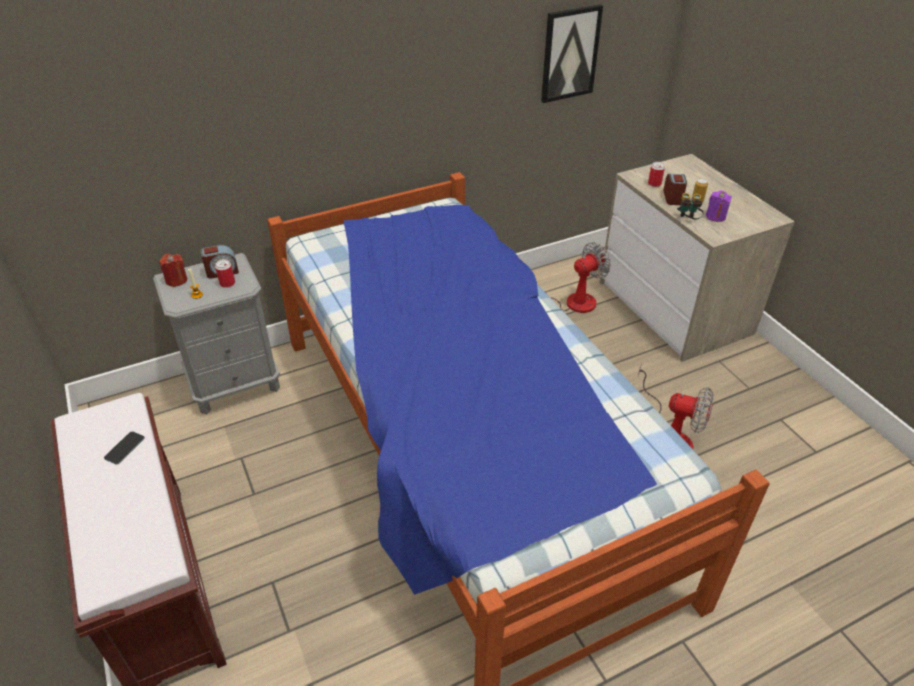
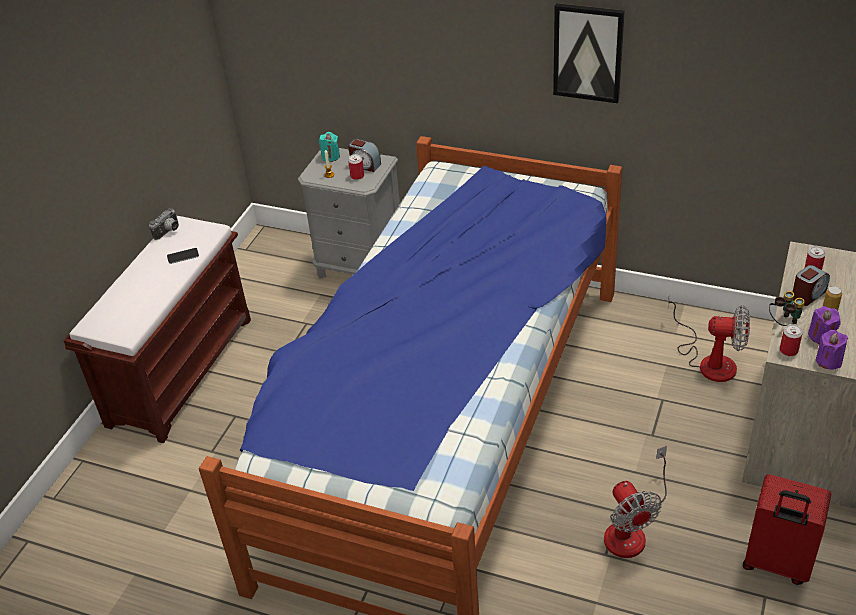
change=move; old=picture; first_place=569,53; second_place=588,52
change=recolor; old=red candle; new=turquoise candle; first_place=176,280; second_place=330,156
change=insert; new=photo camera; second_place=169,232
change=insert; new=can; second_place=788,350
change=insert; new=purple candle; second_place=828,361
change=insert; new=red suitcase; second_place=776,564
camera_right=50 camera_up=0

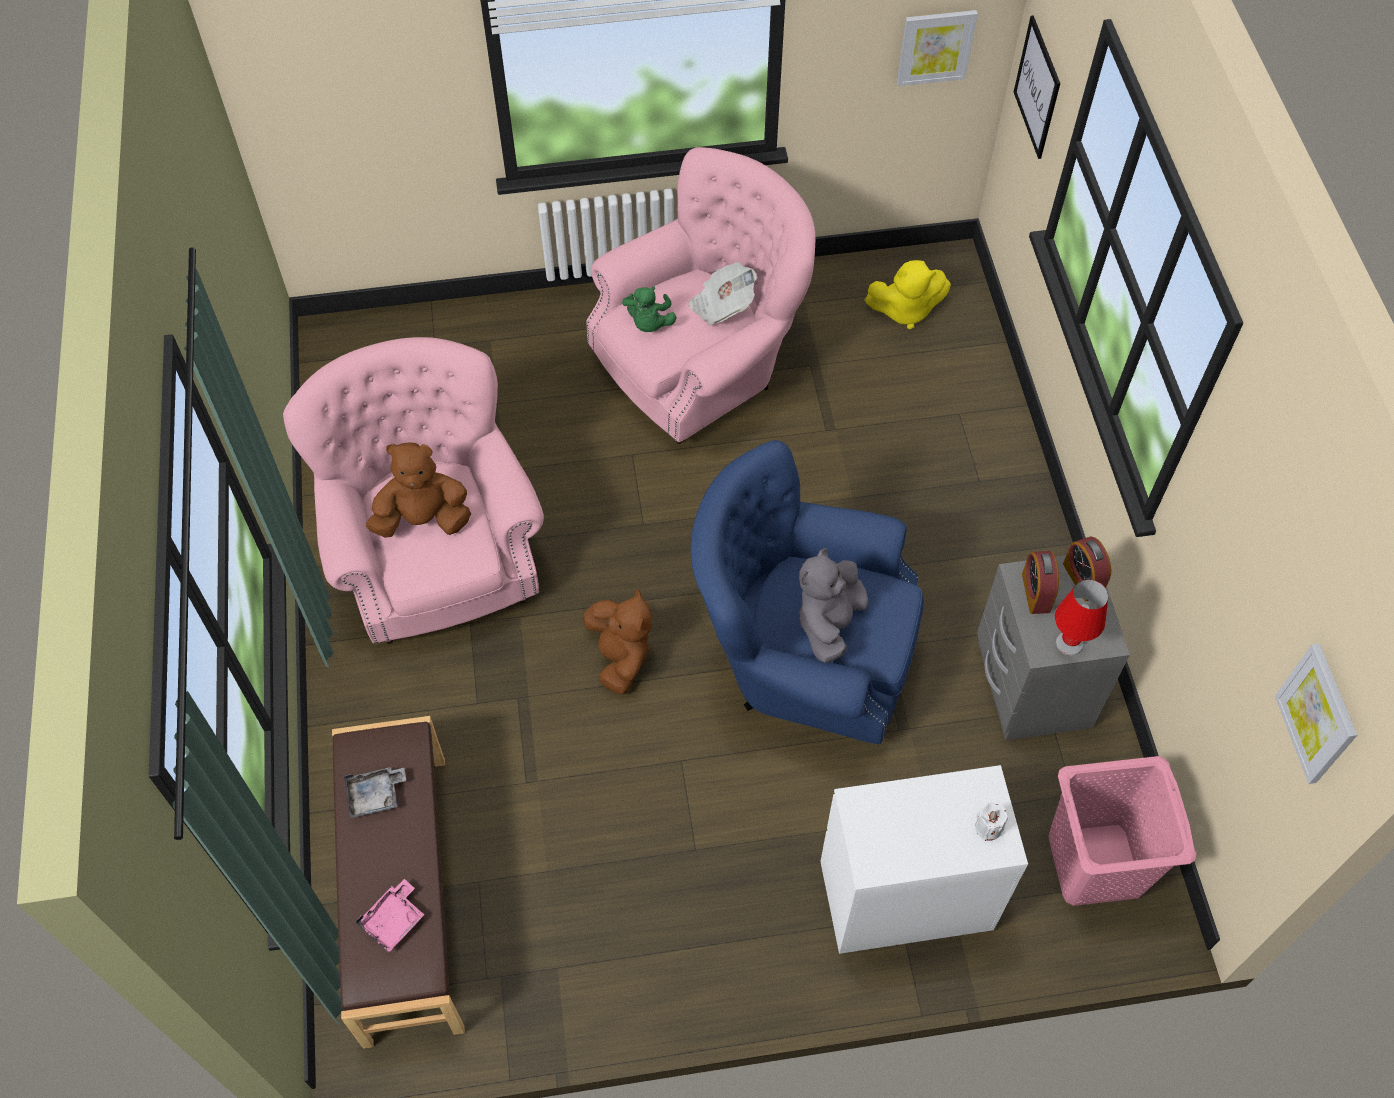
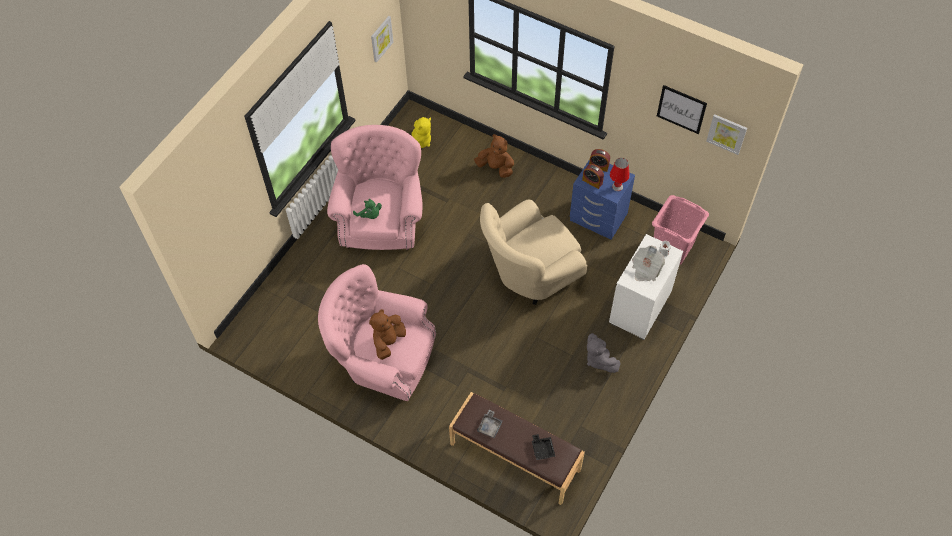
change=move; old=picture; first_place=1037,87; second_place=681,109
change=move; old=newspaper; first_place=722,305; second_place=645,269
change=recolor; old=blue armchair; new=beige armchair; first_place=803,657; second_place=530,273
change=move; old=grey plush toy; first_place=829,623; second_place=599,359
change=recolor; old=grey nightstand; new=blue nightstand; first_place=1031,684; second_place=598,218
change=move; old=brown plush toy; first_place=620,656; second_place=495,167
change=recolor; old=pink tray; new=black tray; first_place=394,920; second_place=542,449
camera_right=-50 camera_up=0

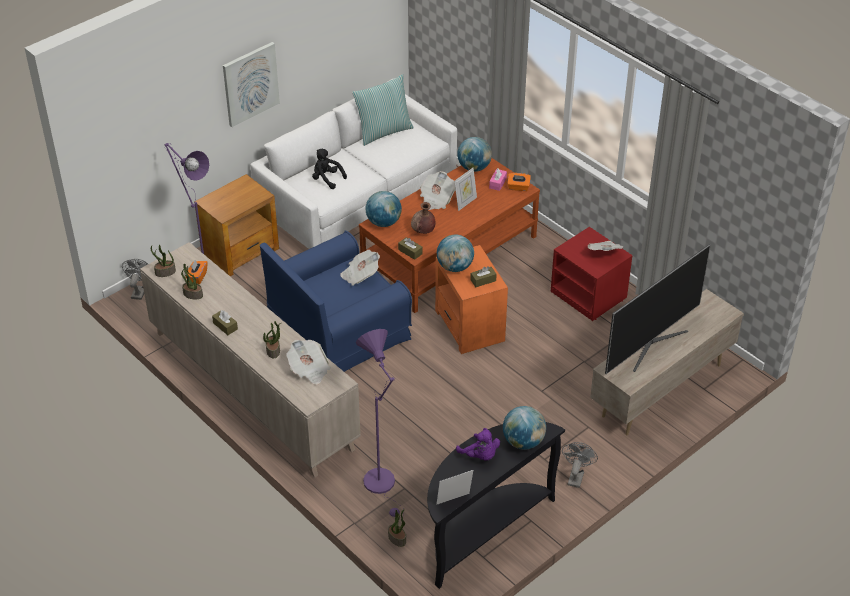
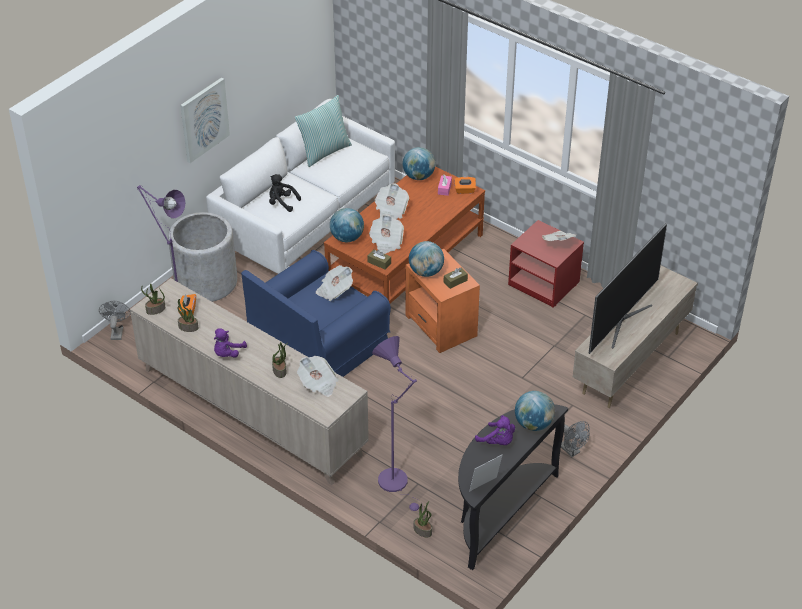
change=delete; old=picture frame; first_place=465,202
change=replace; old=brown side table; new=grey planter; first_place=241,251; second_place=206,282
change=replace; old=brown vase; new=newspaper; first_place=423,231; second_place=386,242
change=replace; old=brown tissue box; new=purple plush toy; first_place=225,326; second_place=227,353
change=rotate; old=grey fan; first_place=576,476; second_place=572,451; degrees=135
camera_right=-10 camera_up=0

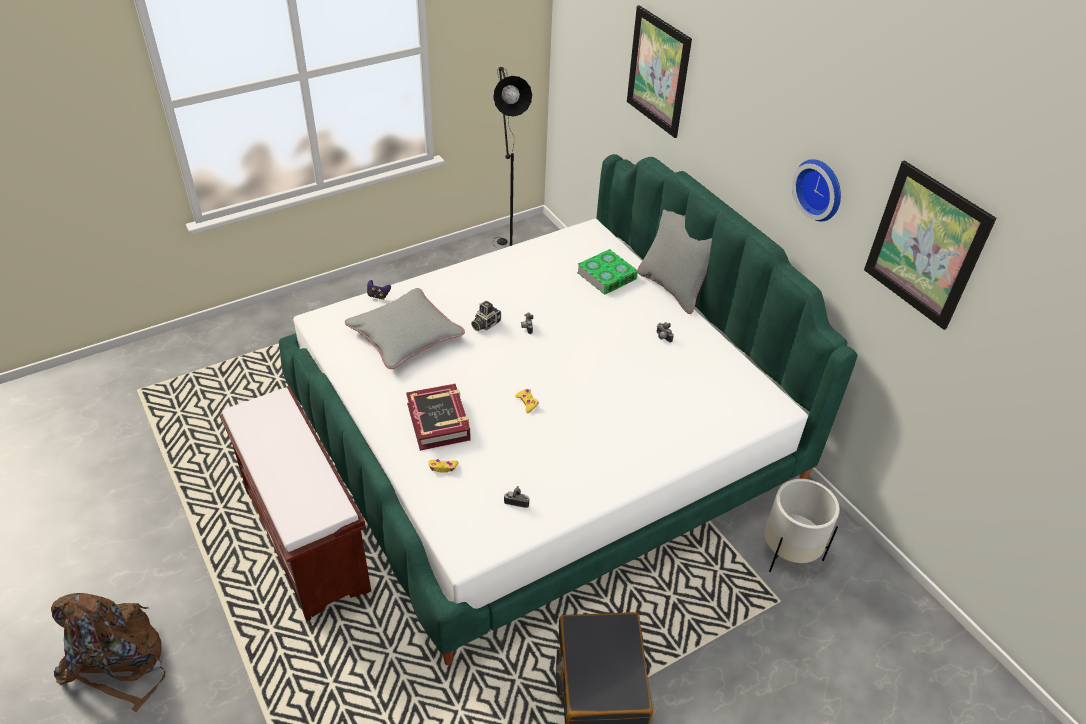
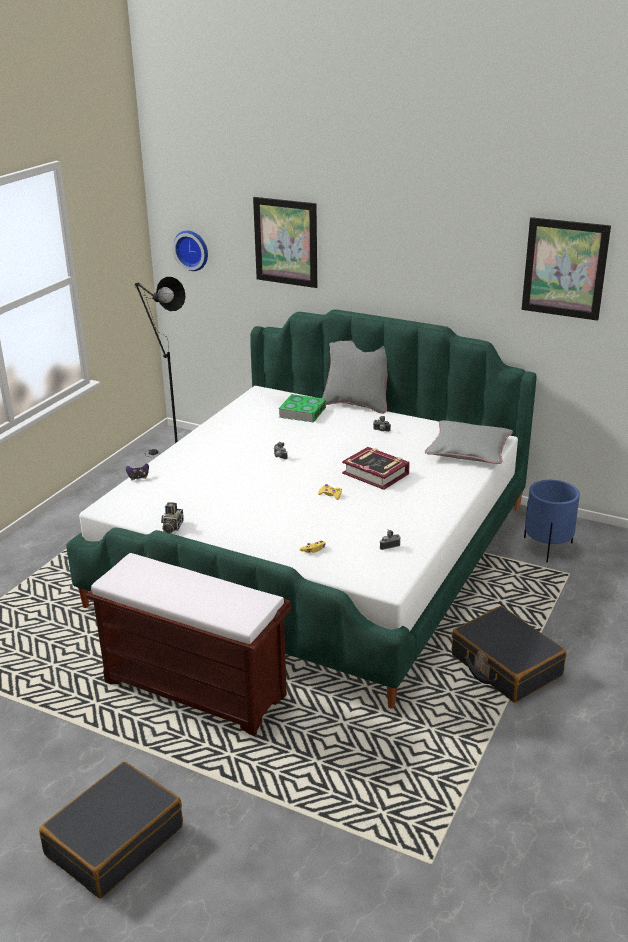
change=move; old=wall clock; first_place=820,189; second_place=192,250
change=move; old=grey pillow; first_place=405,335; second_place=468,450
change=move; old=photo camera; first_place=485,324; second_place=171,527
change=move; old=book; first_place=439,422; second_place=376,473
change=recolor; old=white planter; new=blue planter; first_place=789,552; second_place=547,547
change=replace; old=brown backpack; new=black suitcase; first_place=118,660; second_place=114,840
camera_right=-30 camera_up=-15

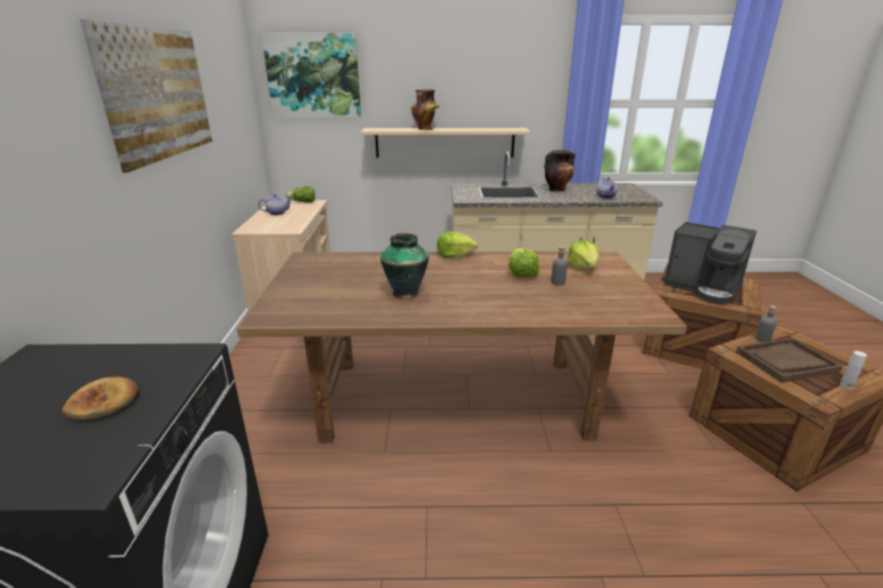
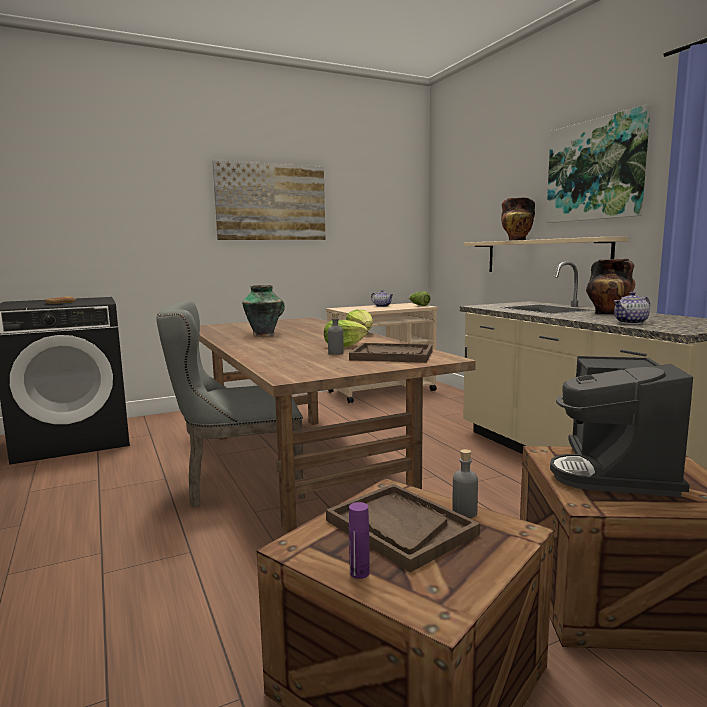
change=move; old=picture; first_place=313,76; second_place=595,170
change=replace; old=lettuce; new=brown tray; first_place=583,267; second_place=392,355
change=recolor; old=white bottle; new=purple bottle; first_place=846,386; second_place=359,573
change=insert; new=grey chair; second_place=236,485
camera_right=65 camera_up=-15

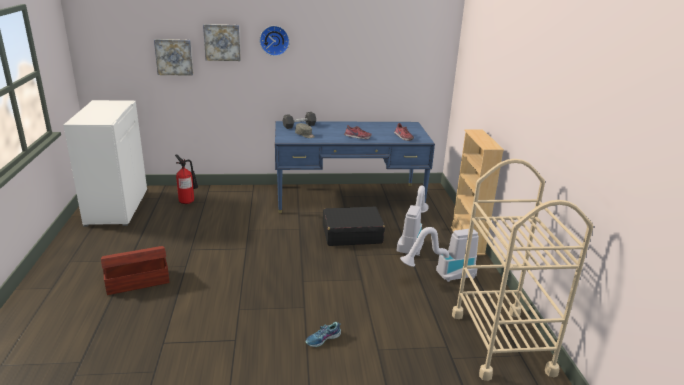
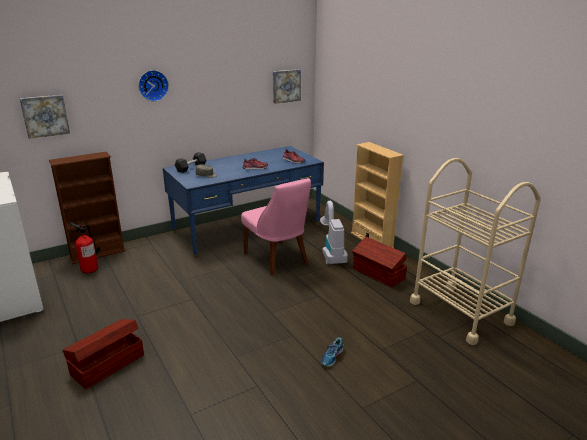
change=move; old=picture; first_place=222,42; second_place=286,86
change=replace; old=black suitcase; new=pink chair; first_place=351,234; second_place=277,259
change=replace; old=vacuum cleaner; new=brown storage box; first_place=442,276; second_place=378,274
change=insert; new=brown bookcase; second_place=97,254
camera_right=-25 camera_up=0

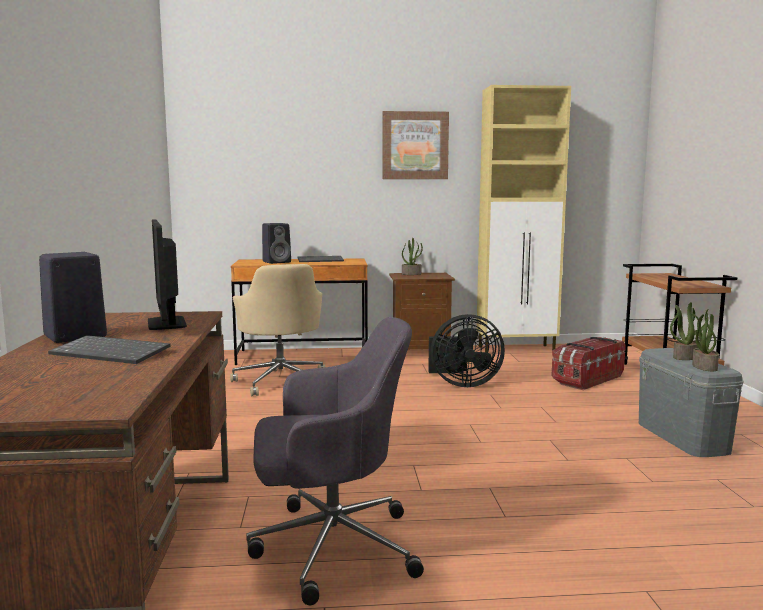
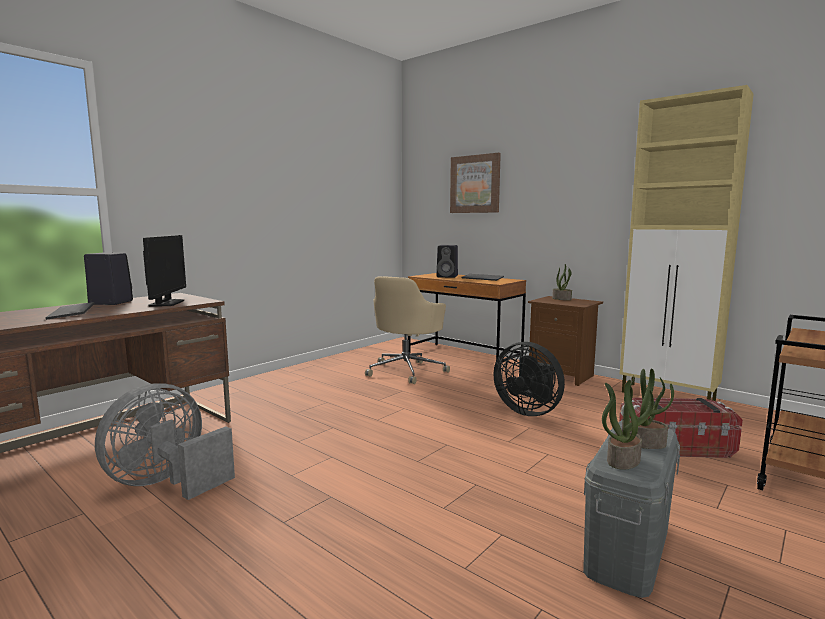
change=move; old=picture; first_place=415,145; second_place=475,184
change=rotate; old=monitor; first_place=167,323; second_place=166,303; degrees=150
change=replace; old=grey office chair; new=grey fan; first_place=330,547; second_place=167,483
camera_right=45 camera_up=0

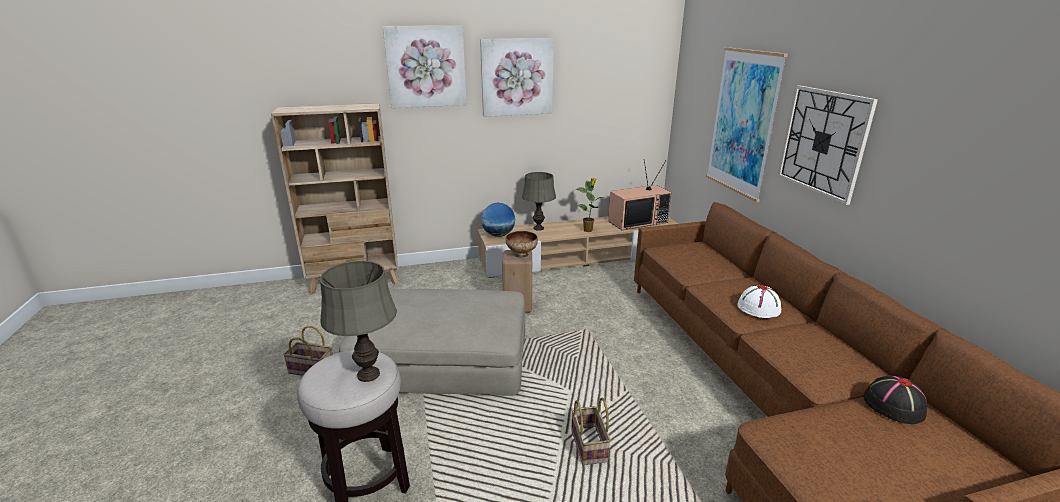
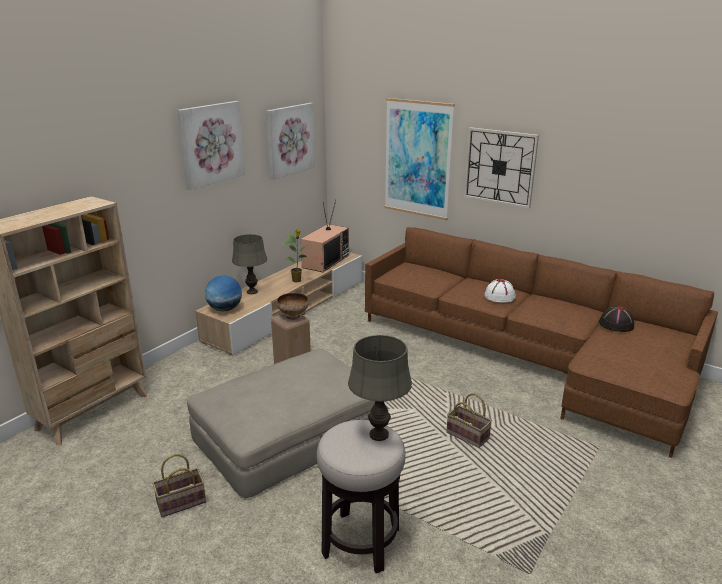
change=move; old=picture; first_place=426,66; second_place=290,140
camera_right=-40 camera_up=0

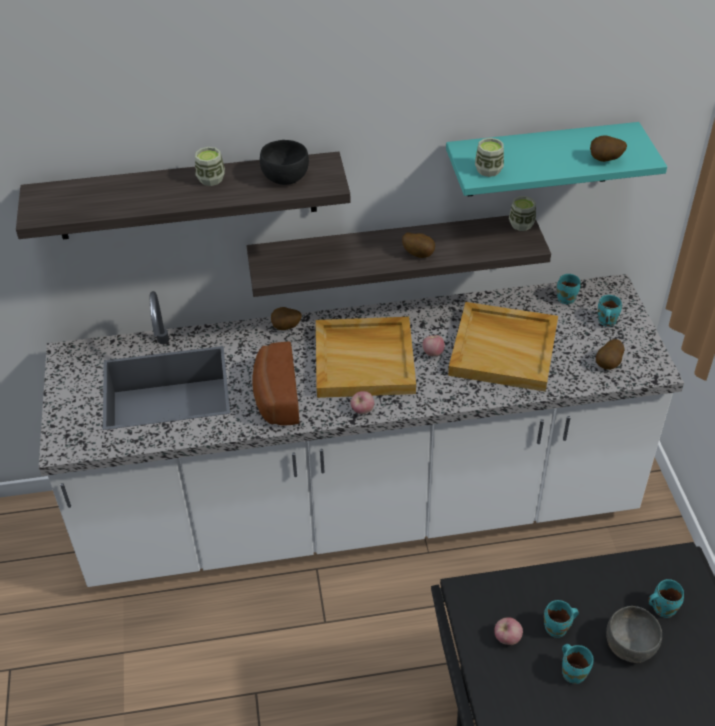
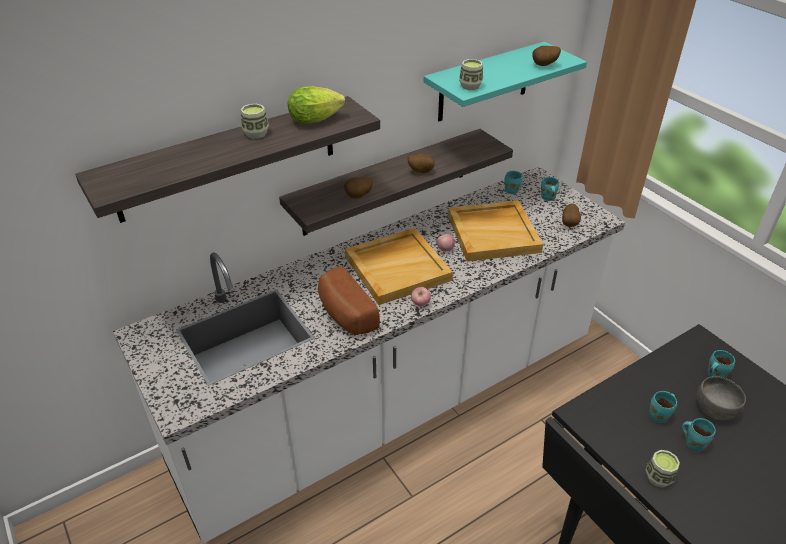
change=replace; old=black bowl; new=lettuce; first_place=284,177; second_place=318,119
change=move; old=cup; first_place=521,224; second_place=658,477
change=move; old=potato; first_place=286,328; second_place=359,197
change=delete; old=apple; first_place=507,638
camera_right=-25 camera_up=-5

